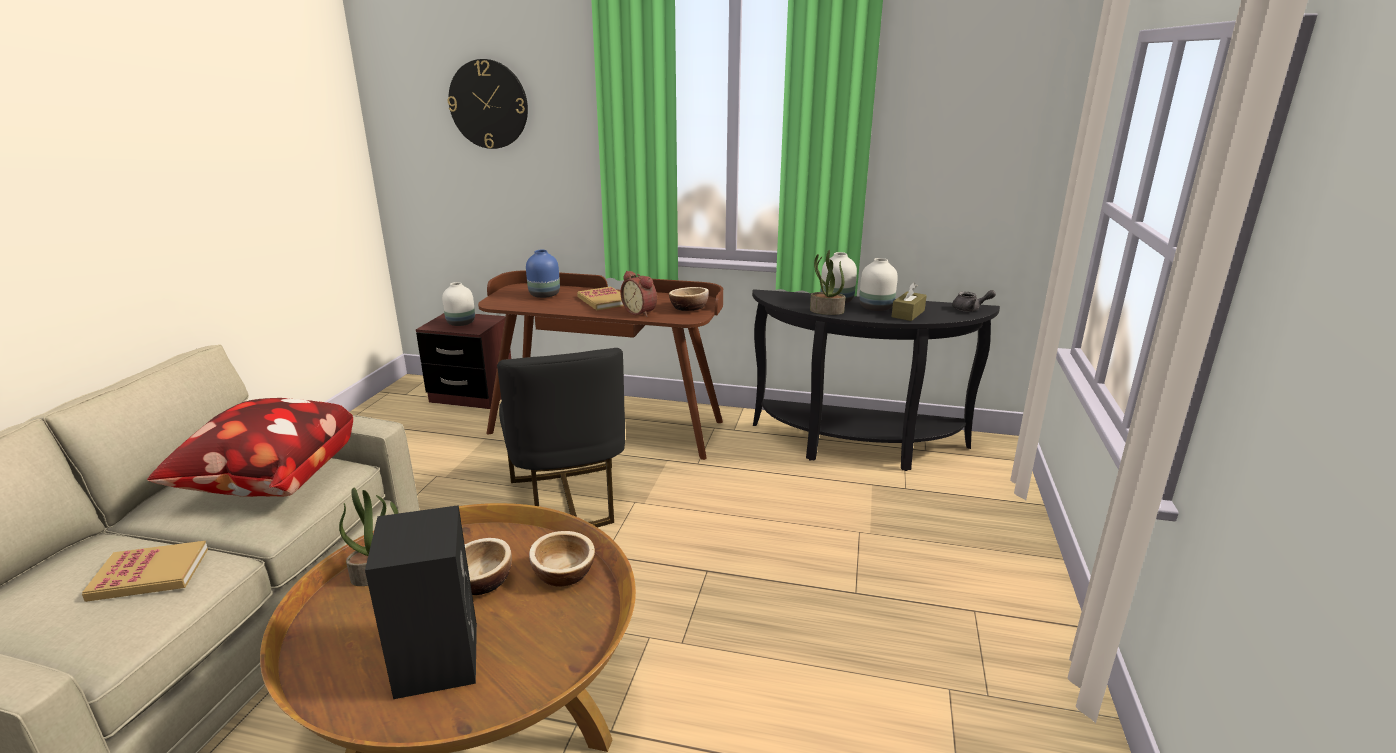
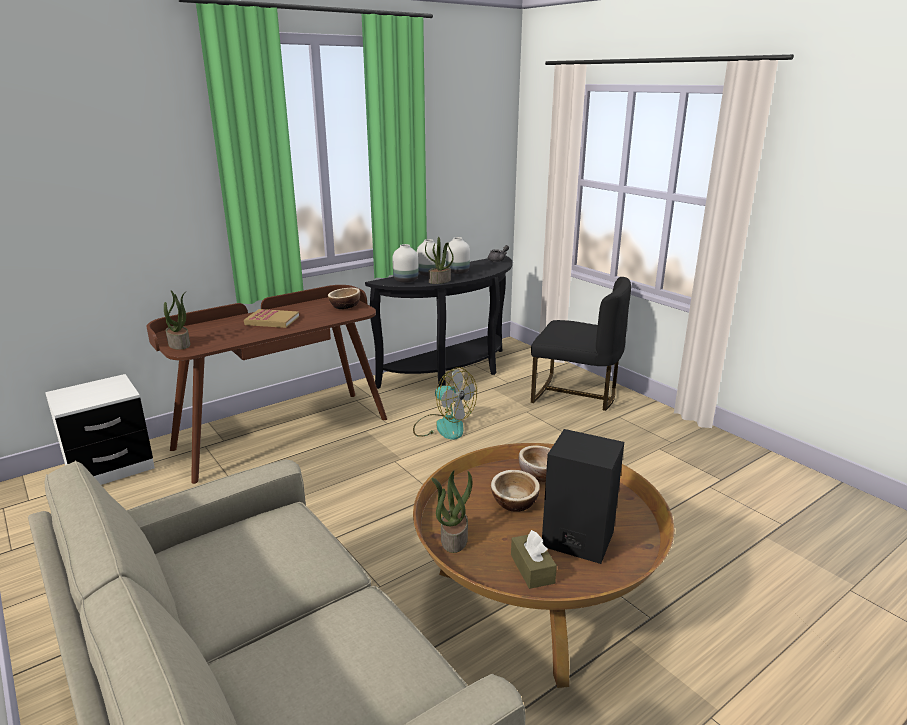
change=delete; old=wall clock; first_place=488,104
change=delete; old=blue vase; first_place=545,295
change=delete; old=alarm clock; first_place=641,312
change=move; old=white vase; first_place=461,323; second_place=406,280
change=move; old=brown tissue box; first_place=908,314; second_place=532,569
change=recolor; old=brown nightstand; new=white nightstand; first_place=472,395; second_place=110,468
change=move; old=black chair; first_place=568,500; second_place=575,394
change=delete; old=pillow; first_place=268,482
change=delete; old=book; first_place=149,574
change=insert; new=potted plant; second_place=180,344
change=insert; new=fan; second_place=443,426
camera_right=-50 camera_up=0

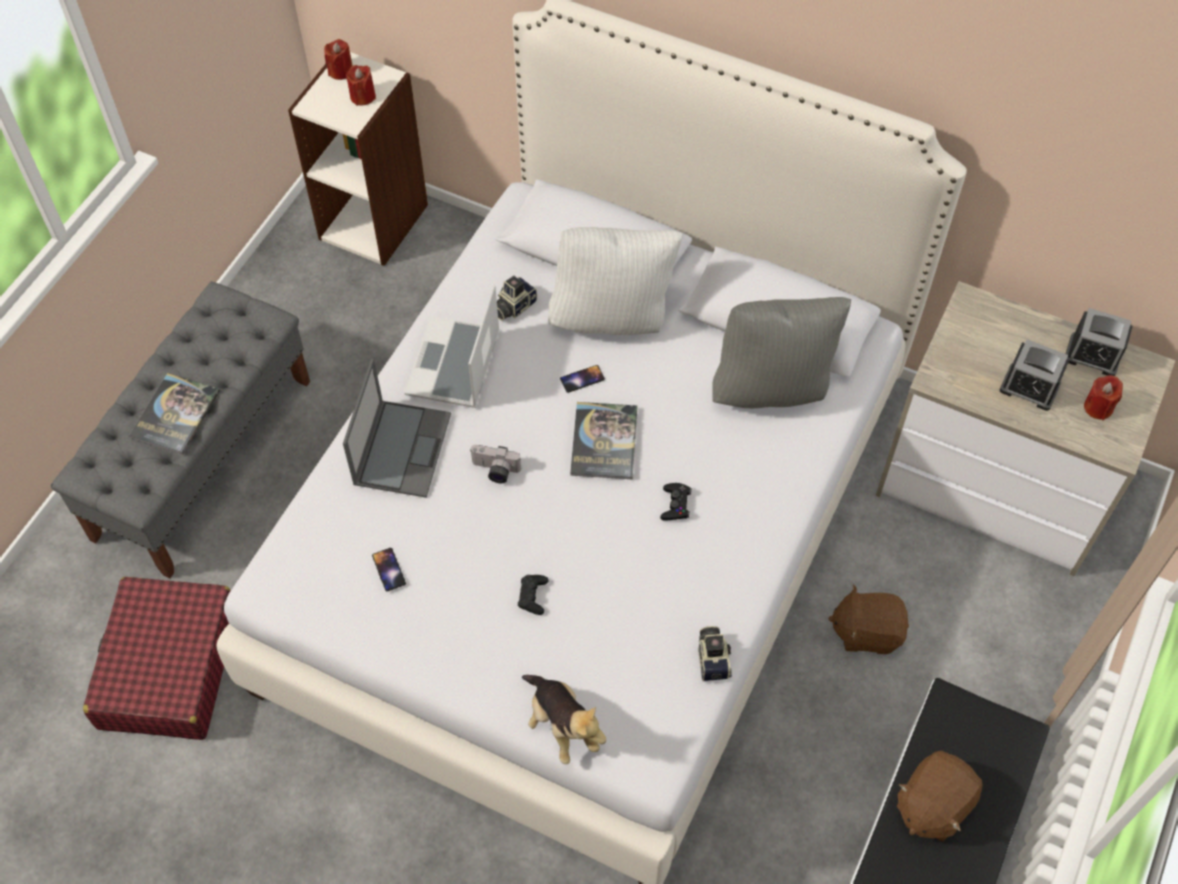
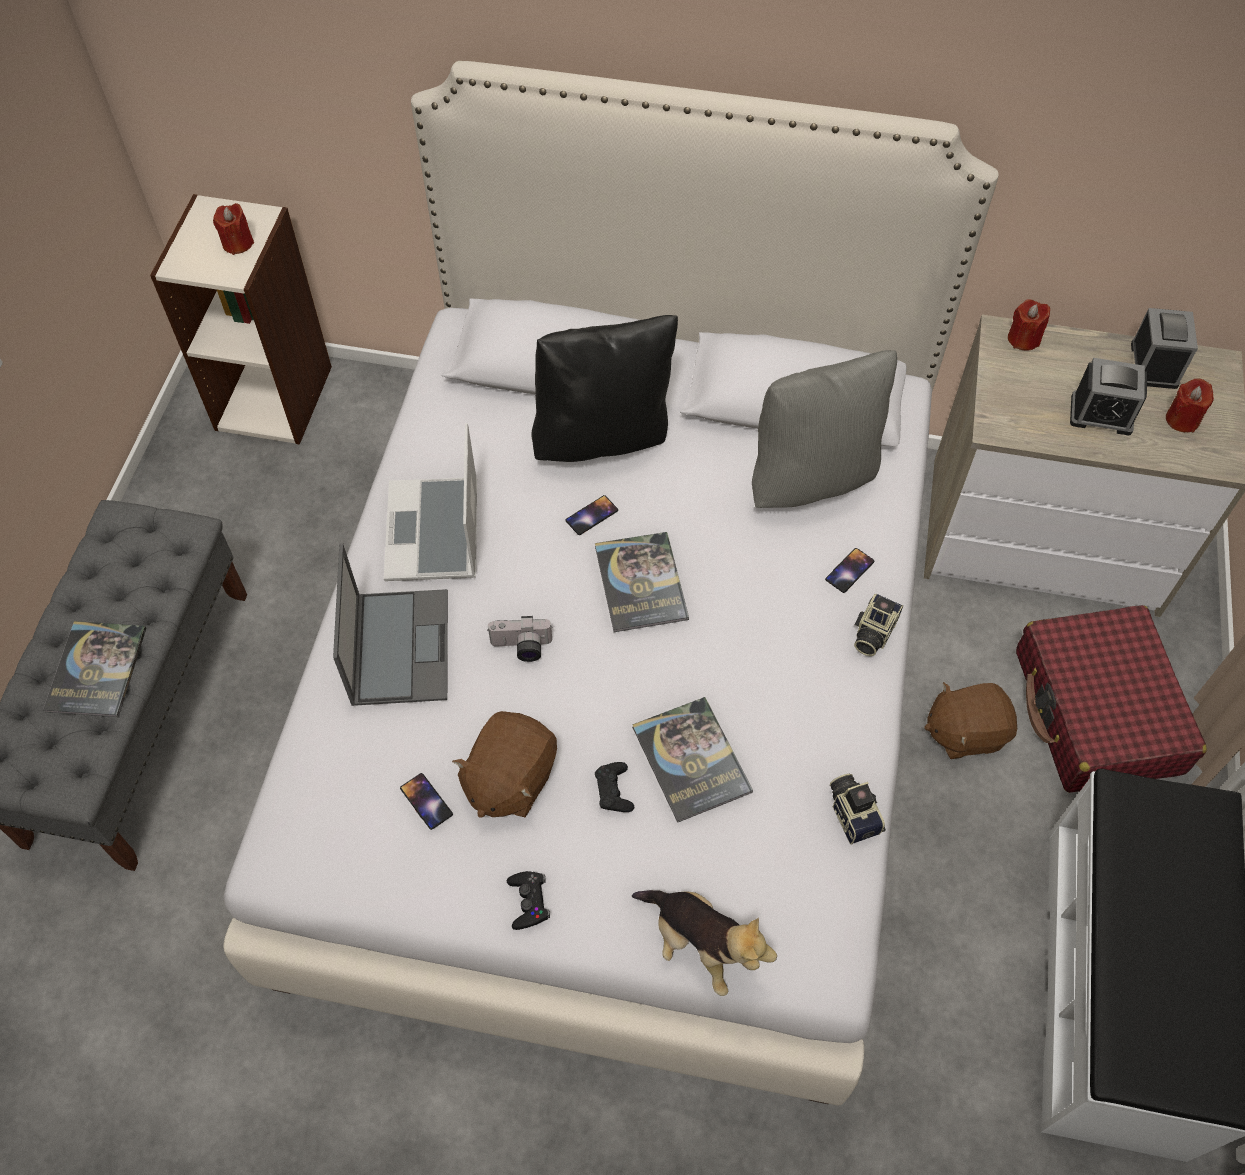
change=move; old=red candle; first_place=341,71; second_place=1023,339
change=recolor; old=white pillow; new=black pillow; first_place=612,317; second_place=604,436
change=move; old=photo camera; first_place=513,306; second_place=872,632
change=rotate; old=alarm clock; first_place=1092,355; second_place=1154,364; degrees=-90
change=move; old=black game controller; first_place=675,504; second_place=528,902
change=move; old=red suitcase; first_place=168,669; second_place=1097,712
change=move; old=brown plush toy; first_place=932,805; second_place=509,779
change=insert; new=phone; second_place=849,570
change=insert; new=book; second_place=691,759
camera_right=-15 camera_up=0

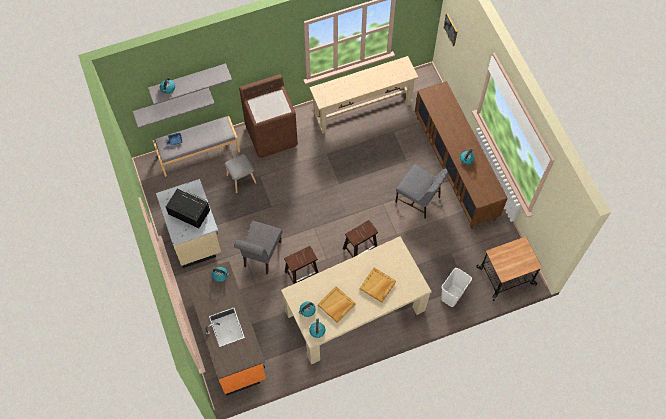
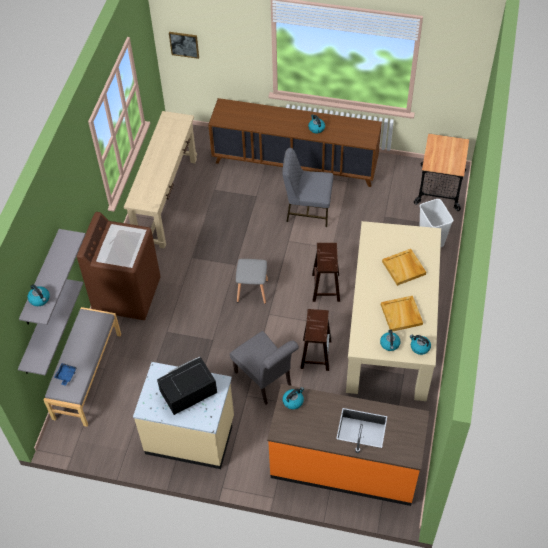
change=move; old=grey stool; first_place=241,179; second_place=252,290
change=rotate; old=grey chair; first_place=418,200; second_place=307,210; degrees=-150
camera_right=-55 camera_up=-10

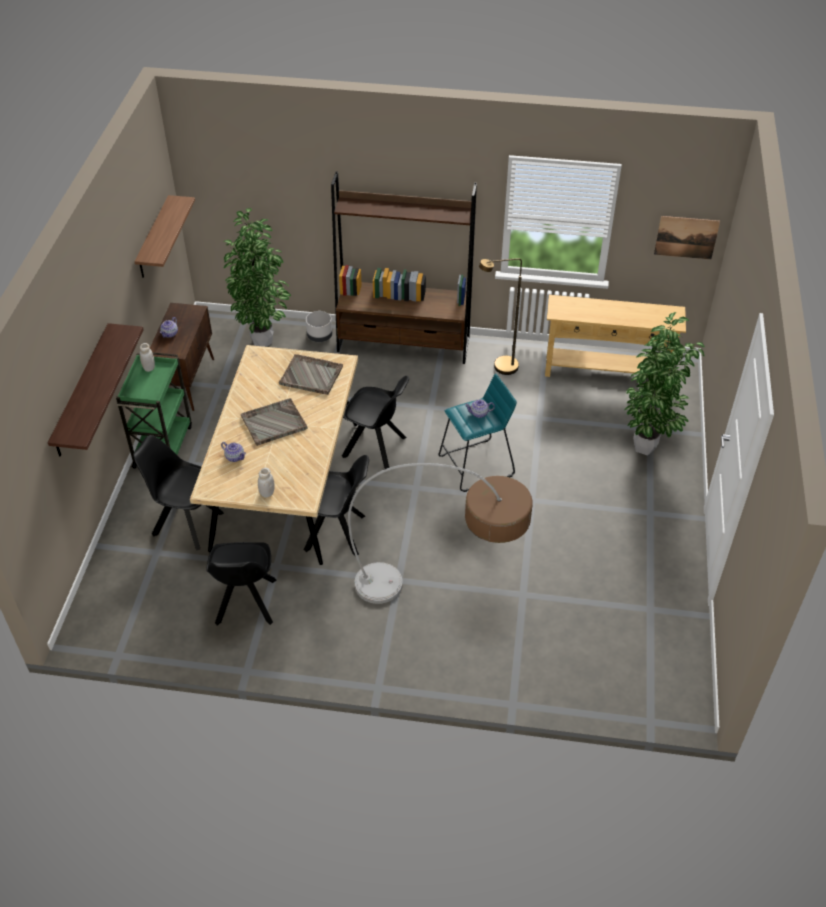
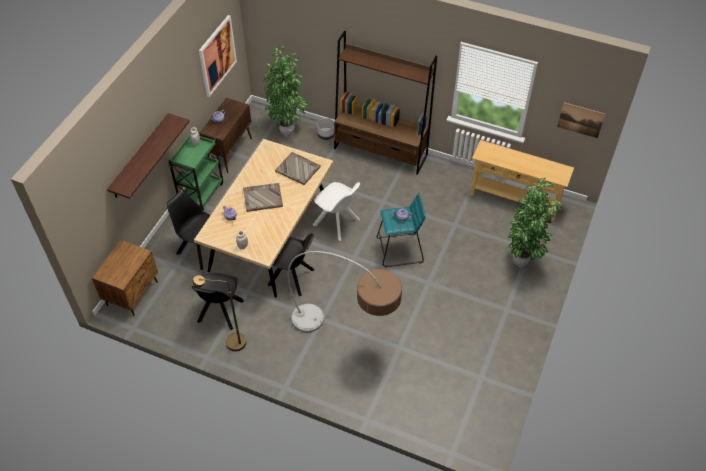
change=replace; old=shelf; new=picture; first_place=154,238; second_place=217,55
change=move; old=brown floor lamp; first_place=499,368; second_place=230,343
change=recolor; old=black chair; new=white chair; first_place=376,447; second_place=337,223
change=insert; new=brown nightstand; second_place=133,293
camera_right=15 camera_up=5

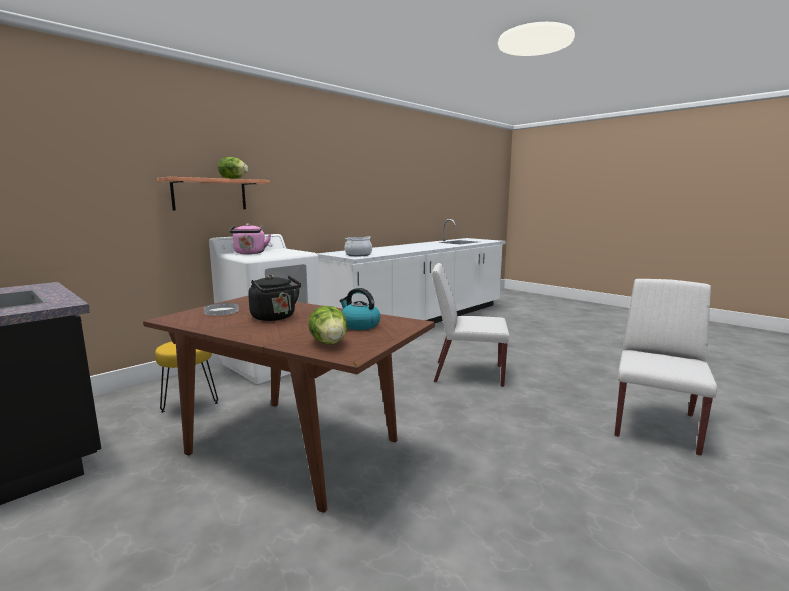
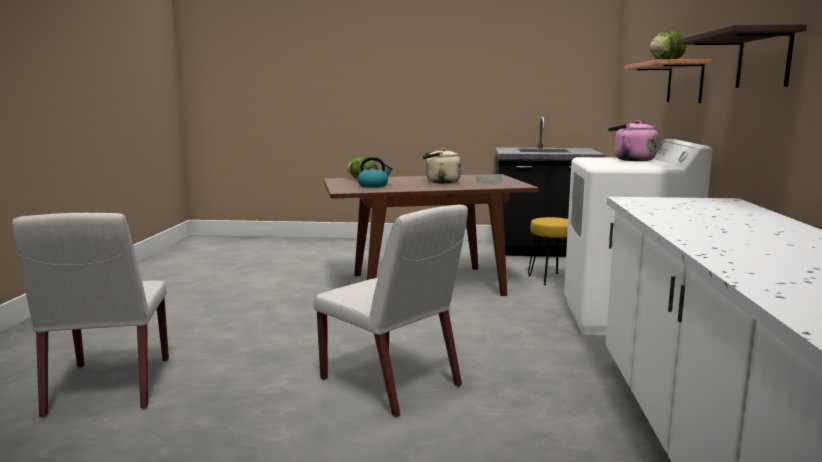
change=delete; old=cooking pot; first_place=358,255
change=rotate; old=white chair; first_place=467,374; second_place=391,383; degrees=75
change=recolor; old=black kettle; new=beige kettle; first_place=275,318; second_place=440,182
change=insert; new=shelf; second_place=763,60
camera_right=140 camera_up=0

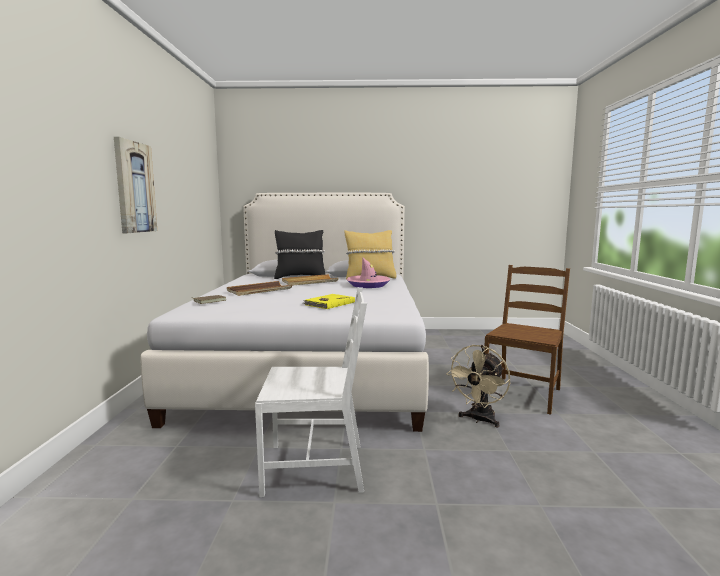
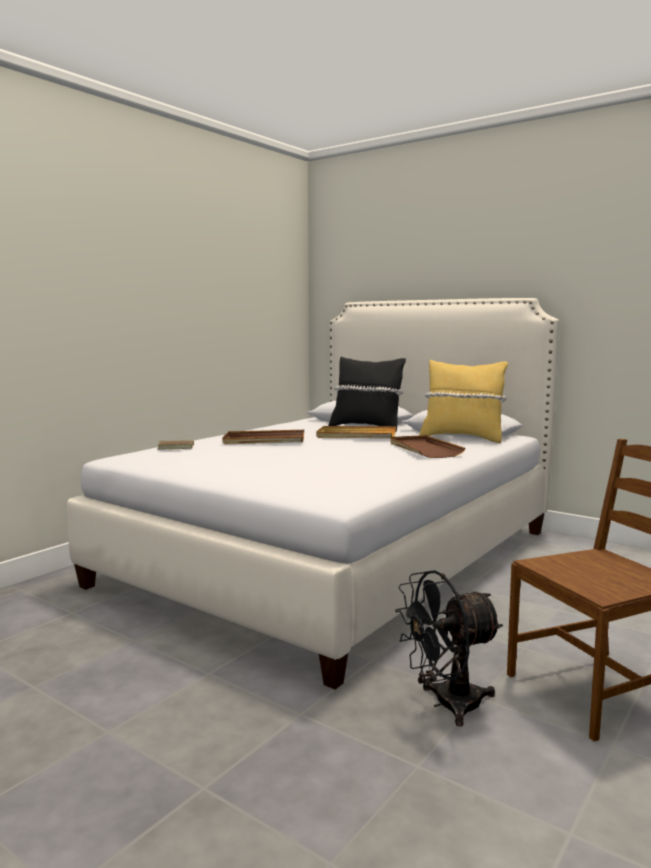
change=delete; old=picture; first_place=134,187
change=replace; old=pink hat; new=brown tray; first_place=368,285; second_place=424,449
change=delete; old=white chair; first_place=316,467
change=delete; old=yellow book; first_place=329,303
change=recolor; old=beige fan; new=black fan; first_place=479,420; second_place=446,704
camera_right=35 camera_up=0

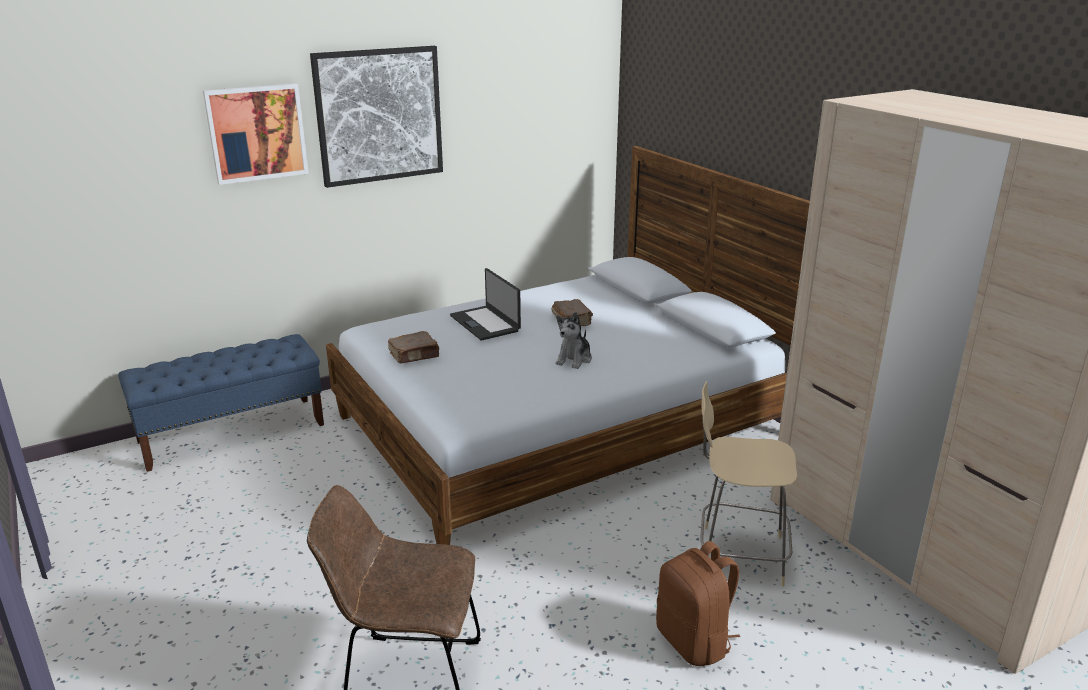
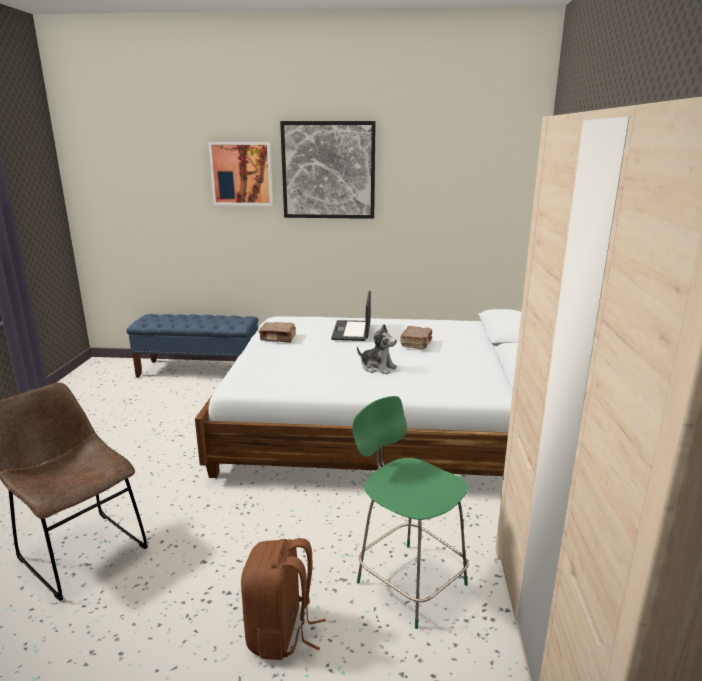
change=rotate; old=plush toy; first_place=574,359; second_place=377,368; degrees=-120
change=recolor; old=beige chair; new=green chair; first_place=738,554; second_place=408,581
camera_right=35 camera_up=-5

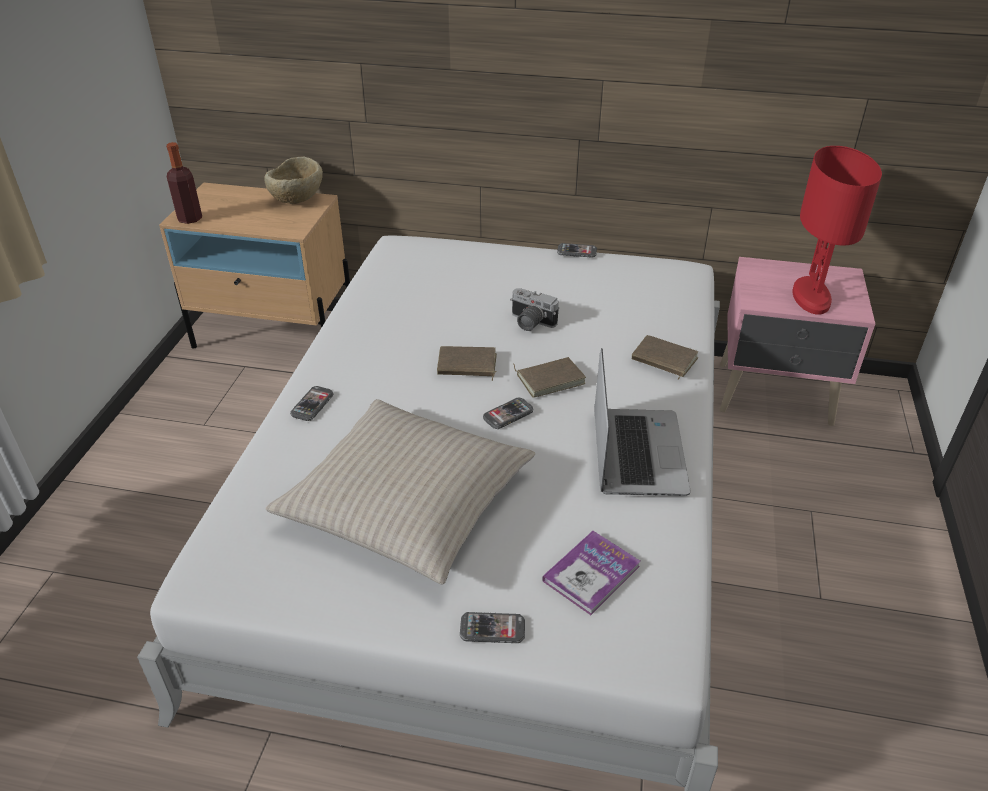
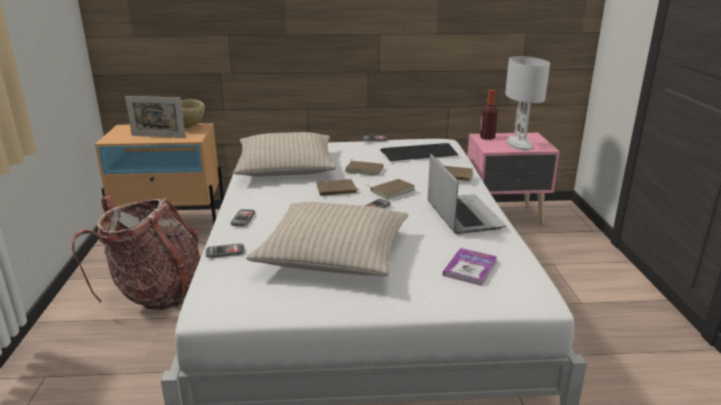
change=move; old=bottle; first_place=190,219; second_place=487,138
change=recolor; old=red table lamp; new=white table lamp; first_place=812,297; second_place=519,144
change=replace; old=photo camera; new=brown book; first_place=530,323; second_place=364,169
change=move; old=phone; first_place=492,629; second_place=225,252
change=insert; new=picture frame; second_place=158,136
change=insert; new=beige pillow; second_place=286,167
change=insert; new=keyboard; second_place=419,153
change=insert; new=backpack; second_place=155,292
camera_right=-15 camera_up=-15

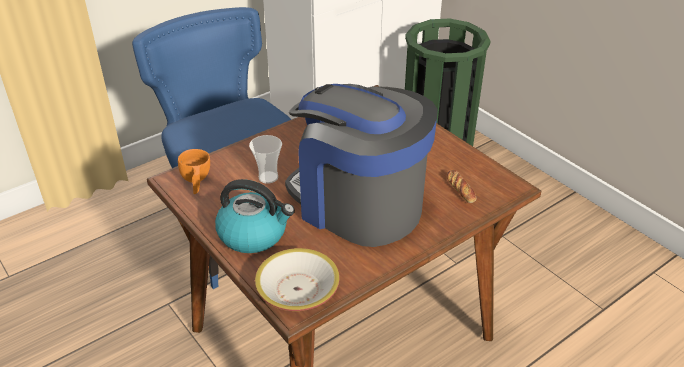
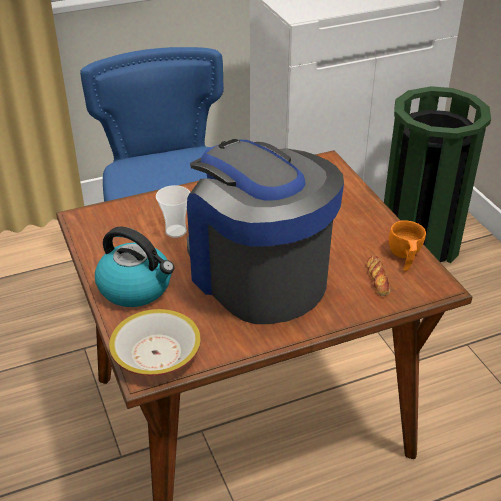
change=move; old=orange cup; first_place=196,182; second_place=404,257
camera_right=15 camera_up=0

